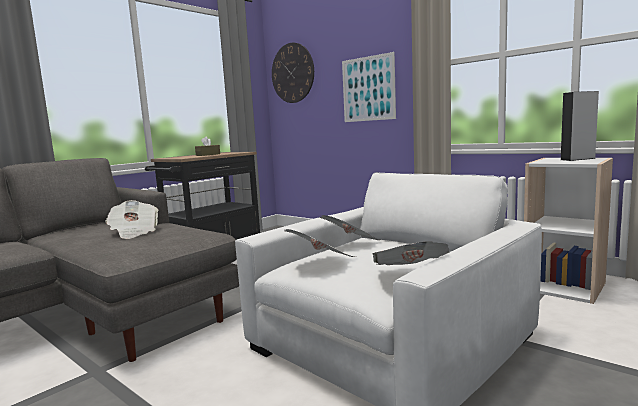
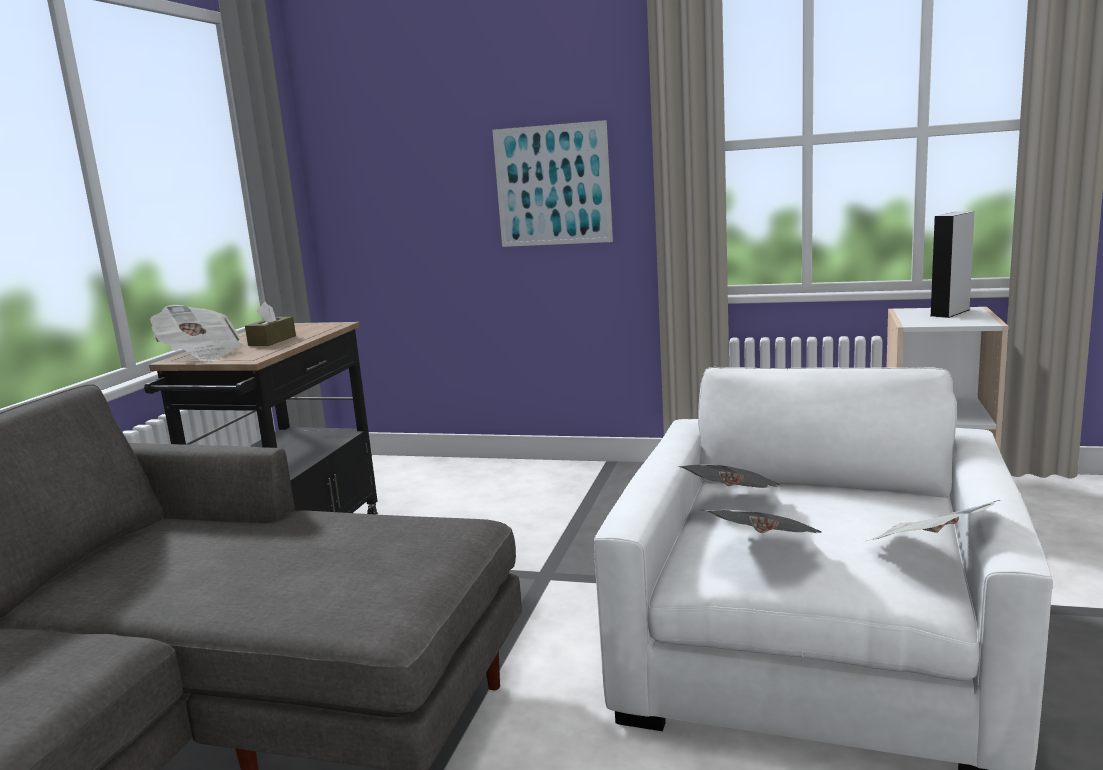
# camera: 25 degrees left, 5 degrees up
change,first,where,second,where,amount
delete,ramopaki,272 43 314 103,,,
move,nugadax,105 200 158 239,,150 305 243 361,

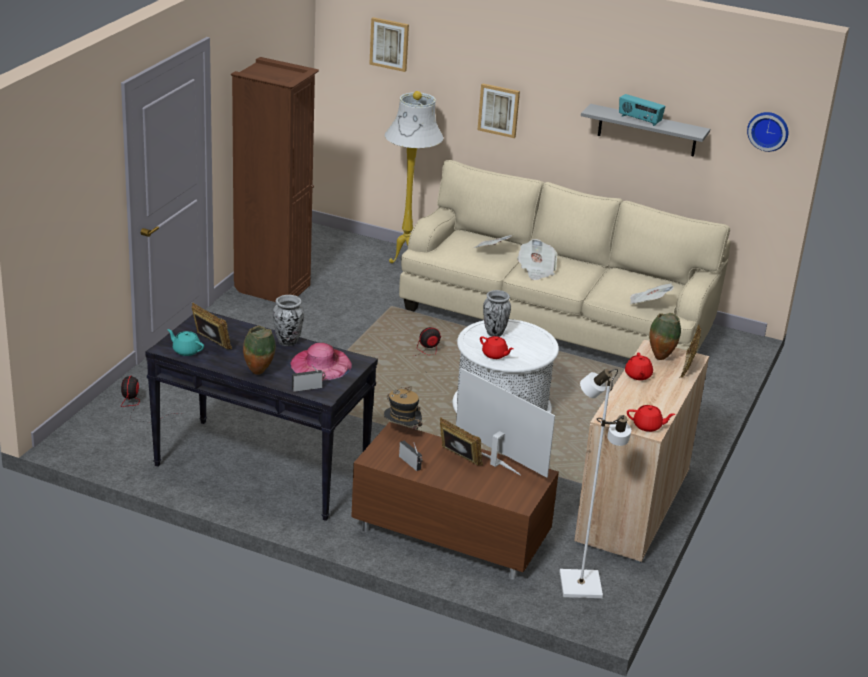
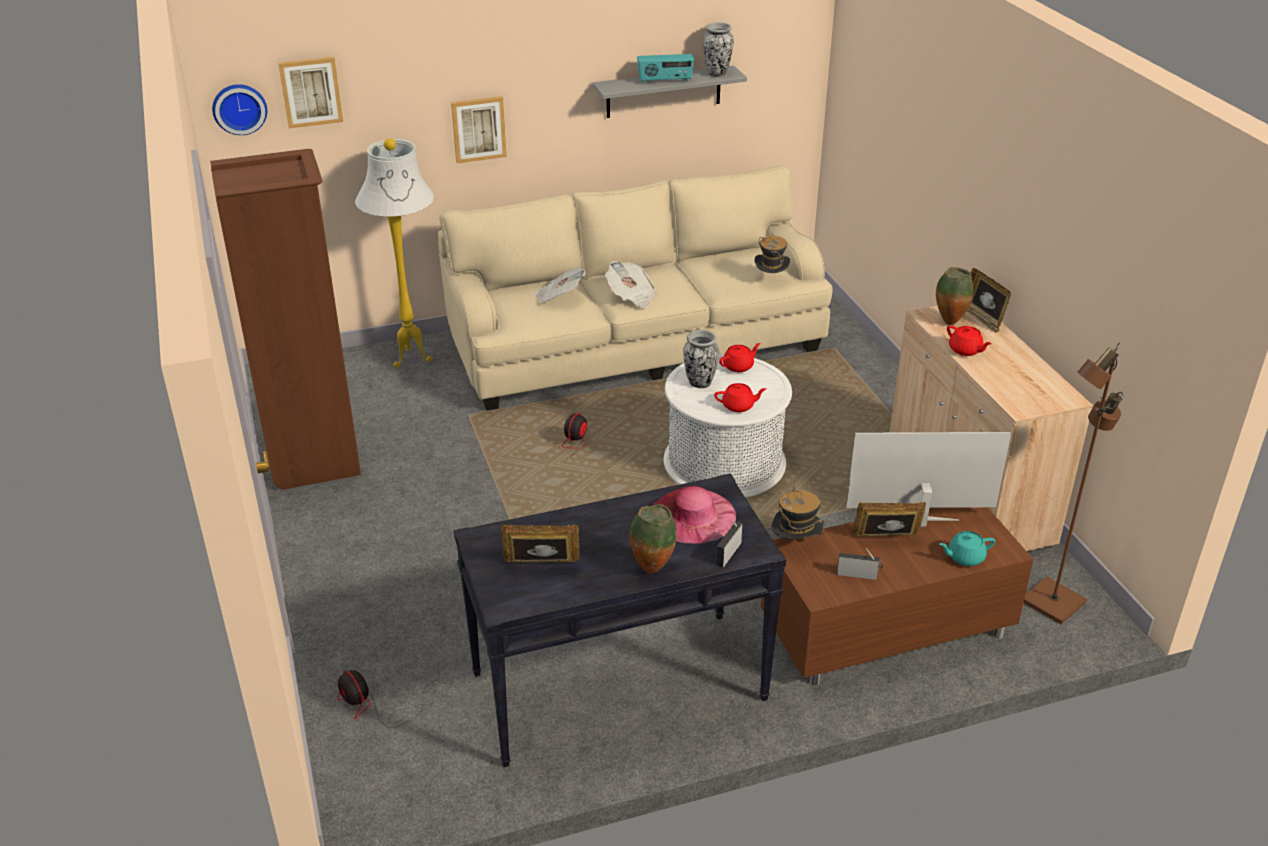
# camera: 40 degrees left, 5 degrees up
change,first,where,second,where,amount
move,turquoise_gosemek,167 329 204 356,,939 531 995 566,
move,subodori,273 295 304 346,,703 22 734 77,
move,red_gosemek,627 405 675 432,,719 343 761 372,
move,ramopaki,747 112 789 152,,212 84 267 135,
replace,nugadax,630 284 674 304,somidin,755 236 790 273,
recolor,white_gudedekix,560 369 631 598,brown_gudedekix,1024 342 1123 624,

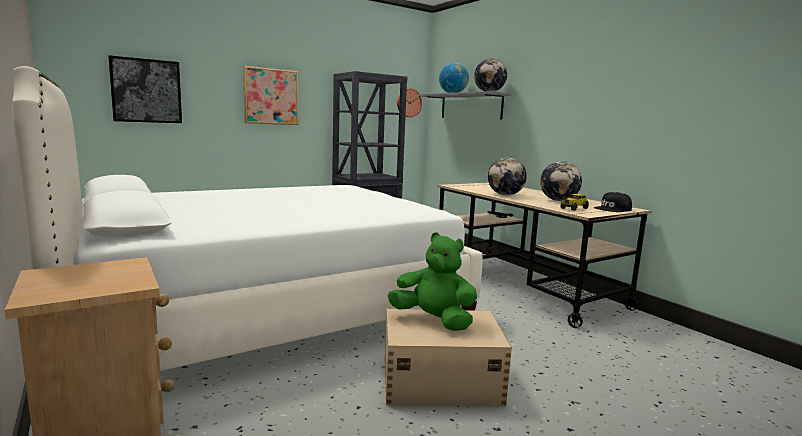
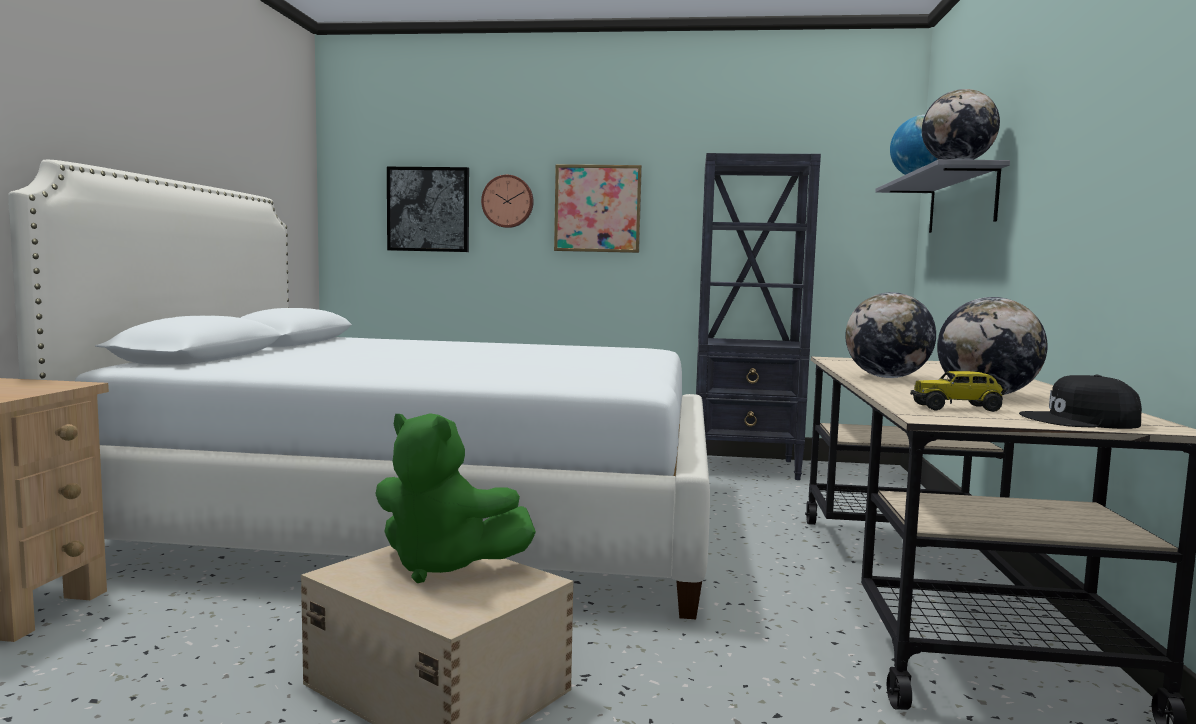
# camera: 40 degrees right, 5 degrees down
change,first,where,second,where,amount
move,ramopaki,397 89 422 117,,481 175 534 228,
rotate,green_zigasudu,388 232 477 331,,375 413 536 583,135 degrees clockwise

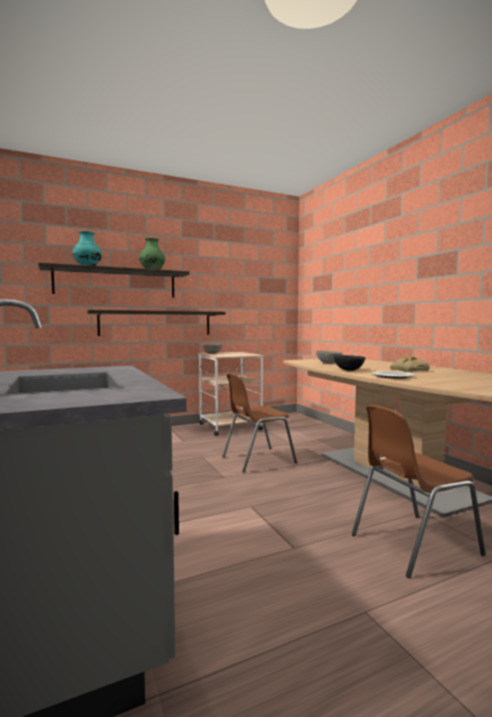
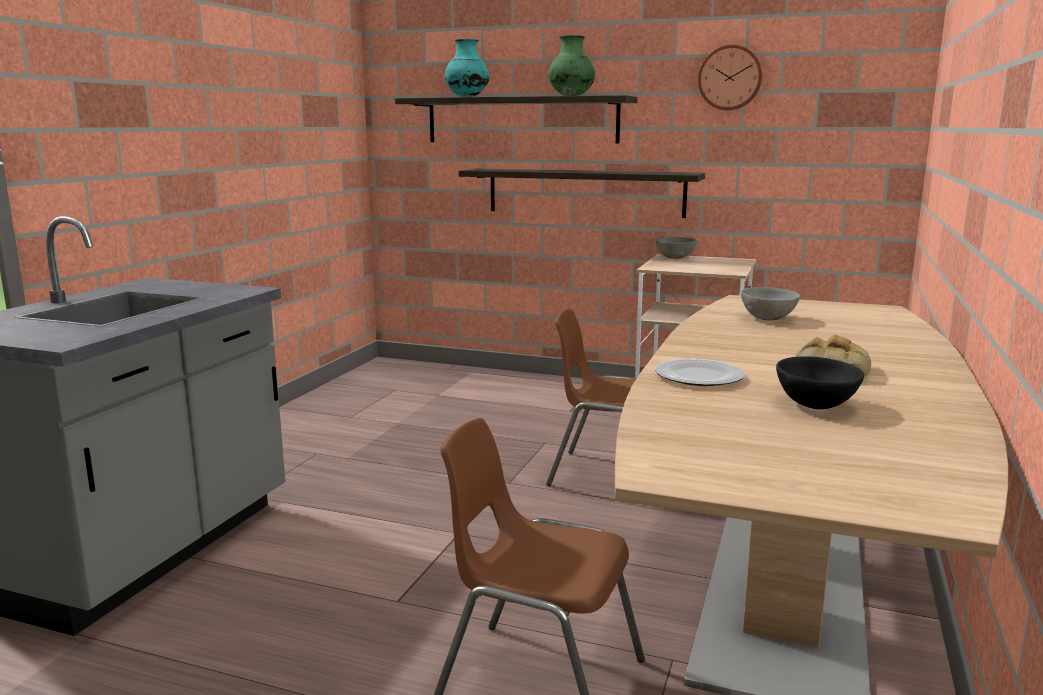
# camera: 45 degrees right, 10 degrees up
change,first,where,second,where,amount
insert,,,ramopaki,698 45 762 110,
move,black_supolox,334 355 365 371,,776 356 864 409,

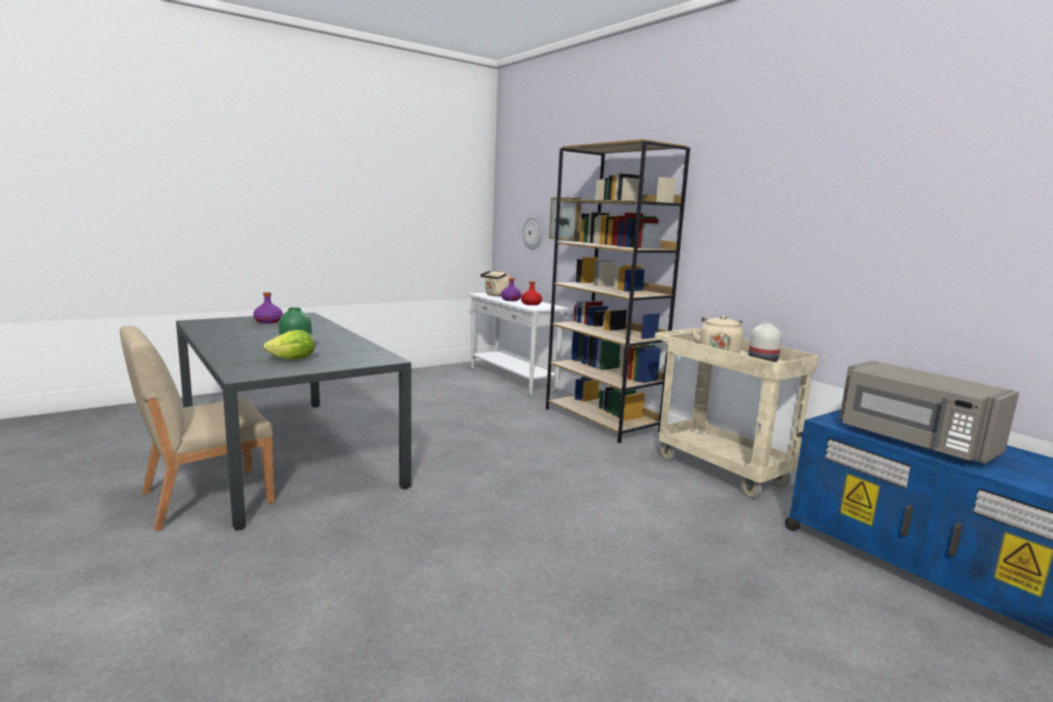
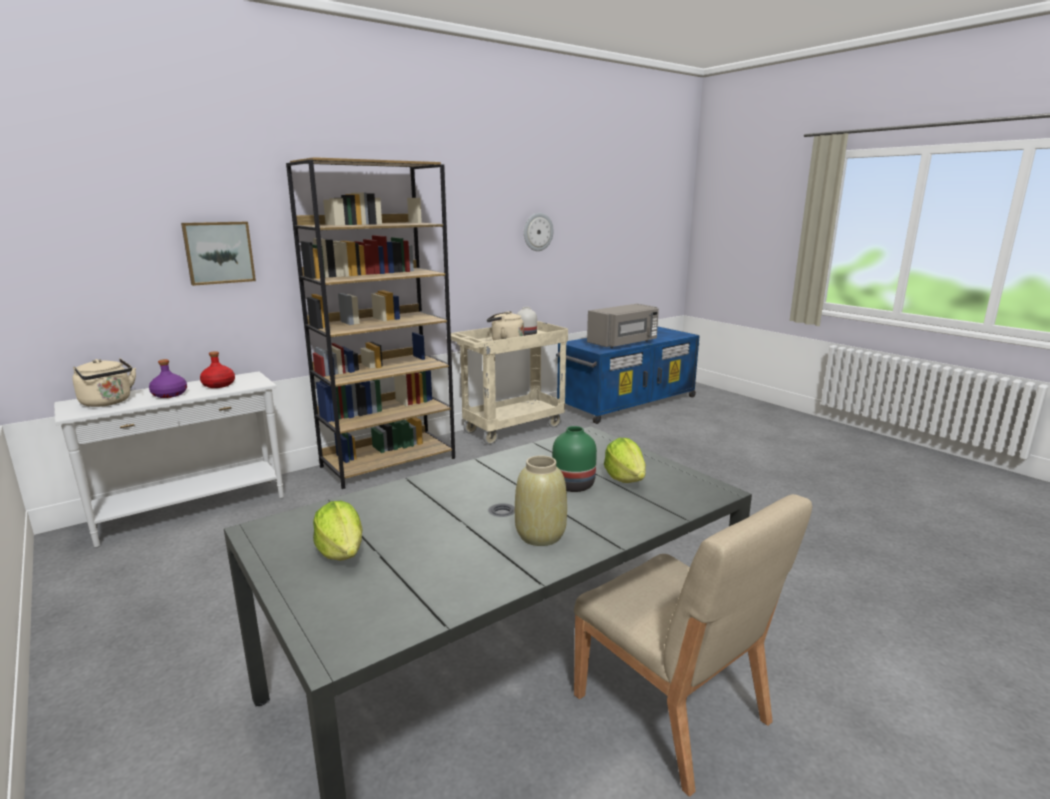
# camera: 90 degrees left, 5 degrees up
change,first,where,second,where,amount
insert,,,beige_subodori,515 456 567 546,
move,ramopaki,523 216 542 250,,524 213 554 251,
replace,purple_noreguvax,253 292 283 323,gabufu,313 501 363 561,

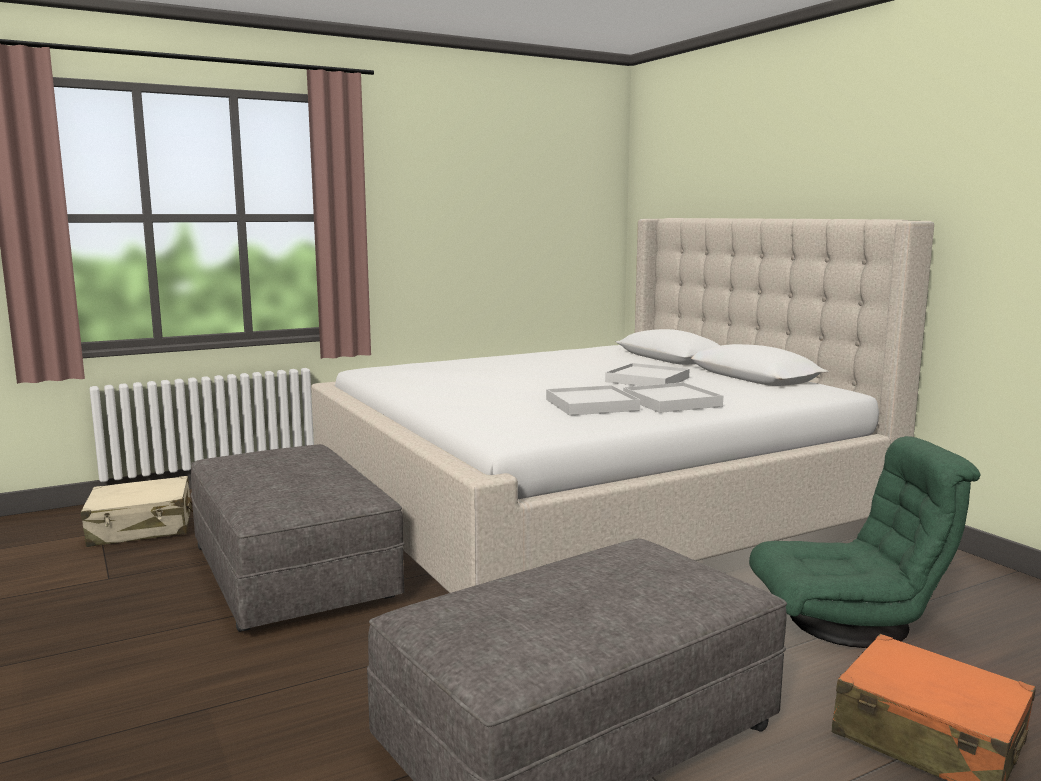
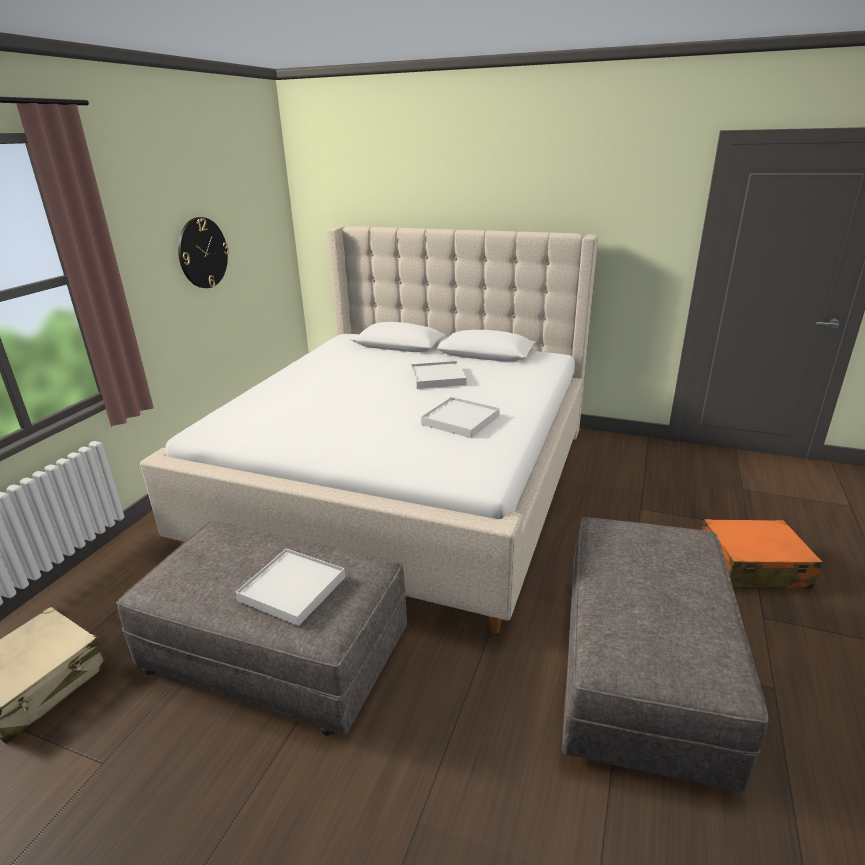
# camera: 40 degrees left, 15 degrees up
change,first,where,second,where,amount
delete,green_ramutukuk,749 436 981 648,,,
insert,,,ramopaki,178 217 229 288,
move,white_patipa,623 382 723 413,,236 548 345 626,

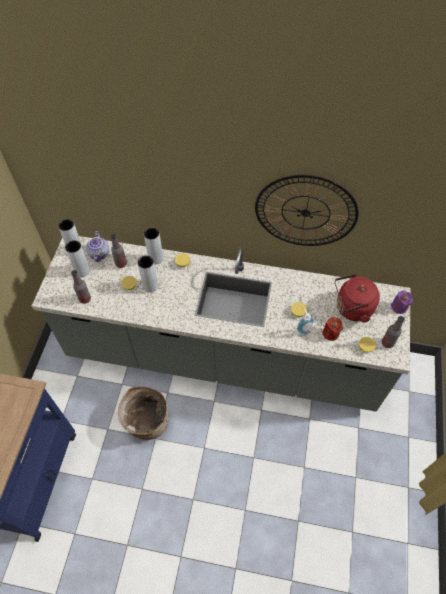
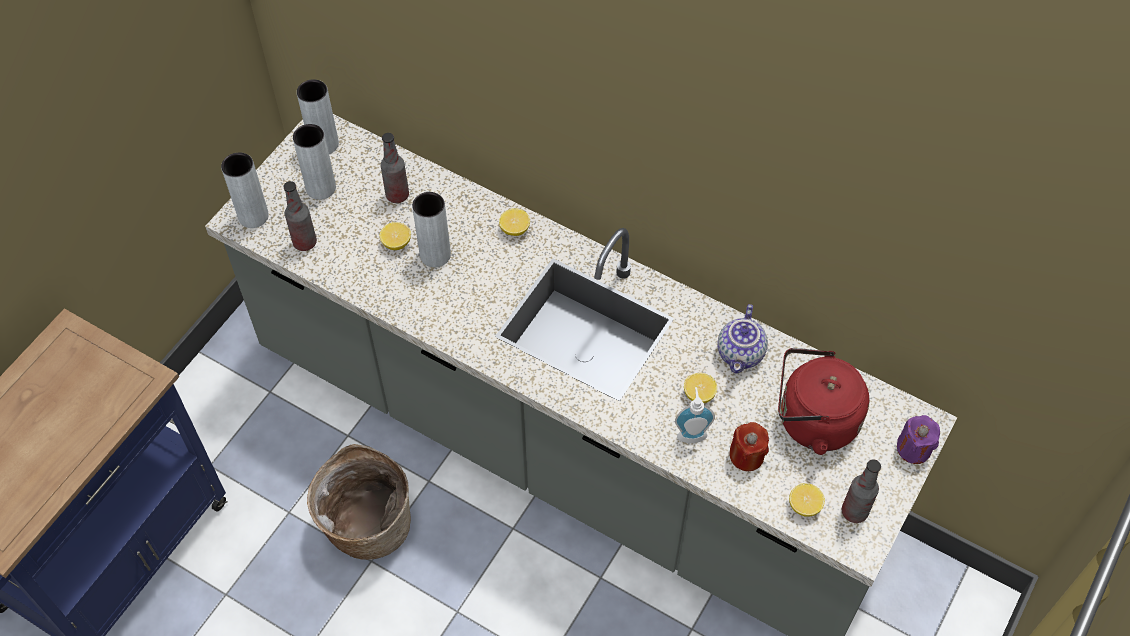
# camera: 20 degrees right, 0 degrees up
change,first,where,second,where,amount
delete,ramopaki,255 175 359 246,,,
move,gosemek,86 231 109 262,,717 304 768 374,
move,grey_subodori,144 228 163 265,,221 153 269 228,

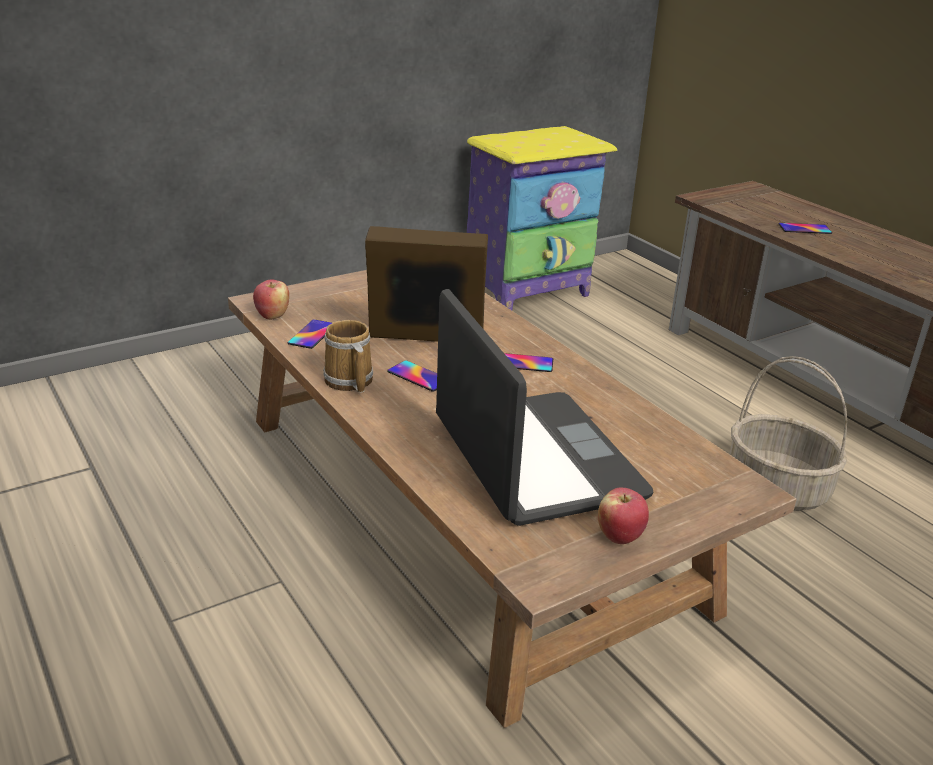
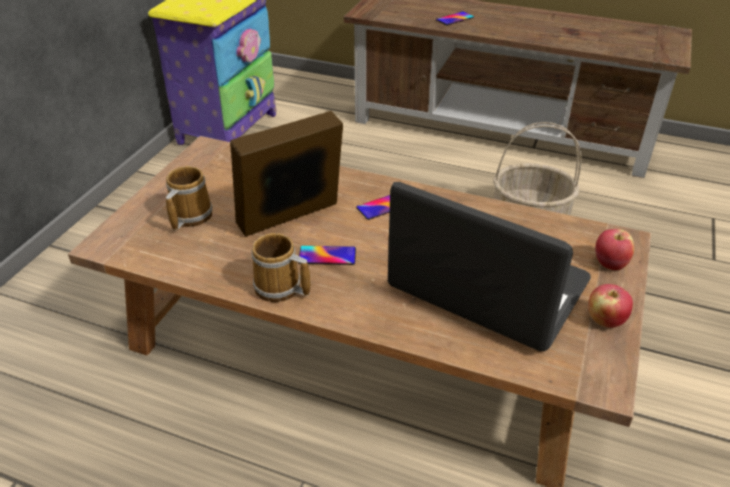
# camera: 35 degrees left, 10 degrees up
change,first,where,second,where,amount
delete,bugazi,288 319 332 349,,,
insert,,,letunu,166 166 212 230,
move,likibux,253 280 289 320,,595 229 634 270,

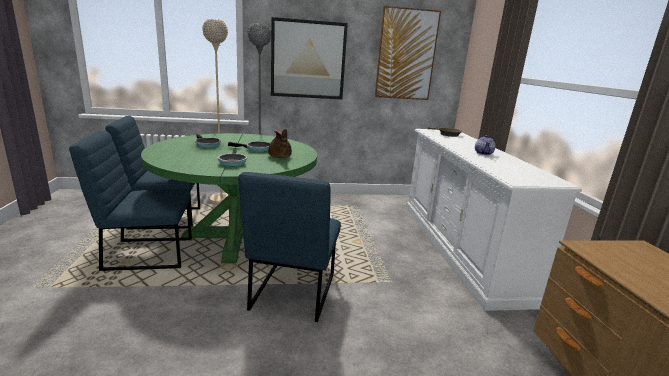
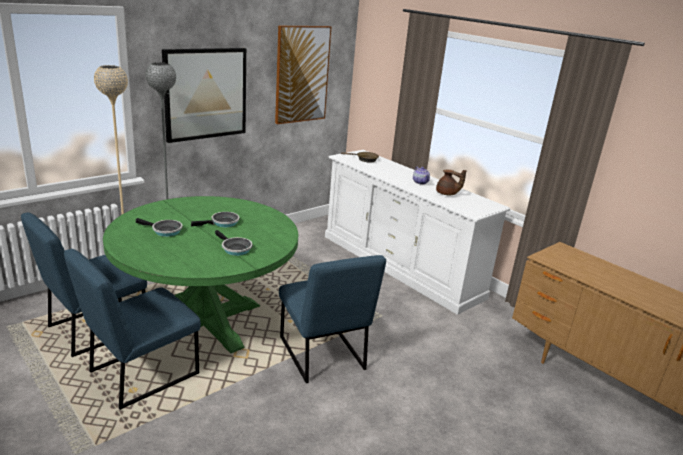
# camera: 35 degrees left, 5 degrees up
change,first,where,second,where,amount
move,brown_gosemek,268 129 292 158,,436 170 467 195,

